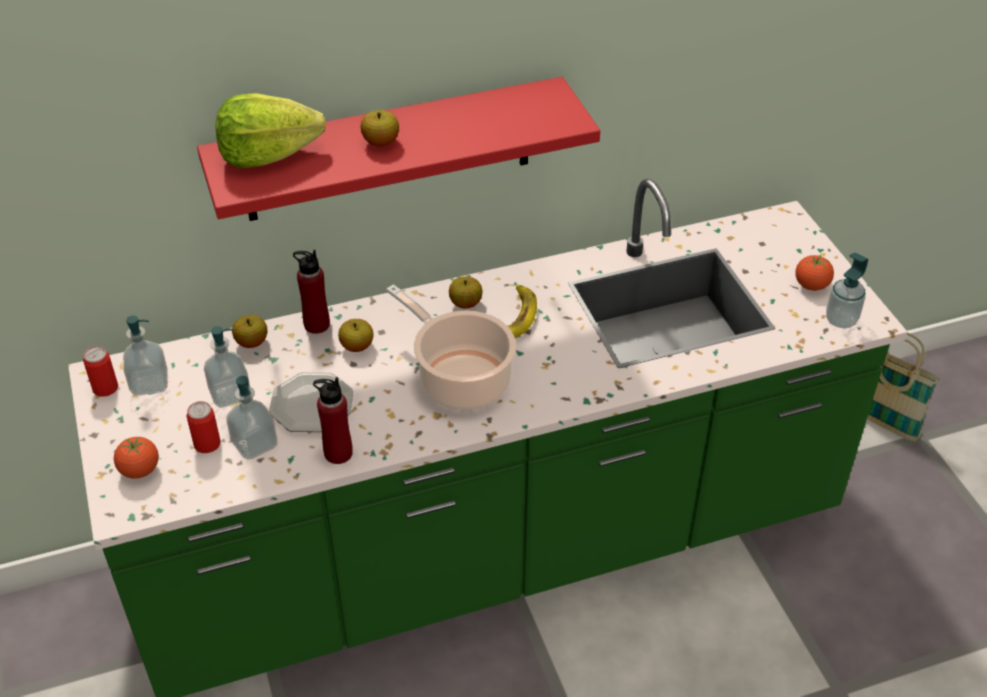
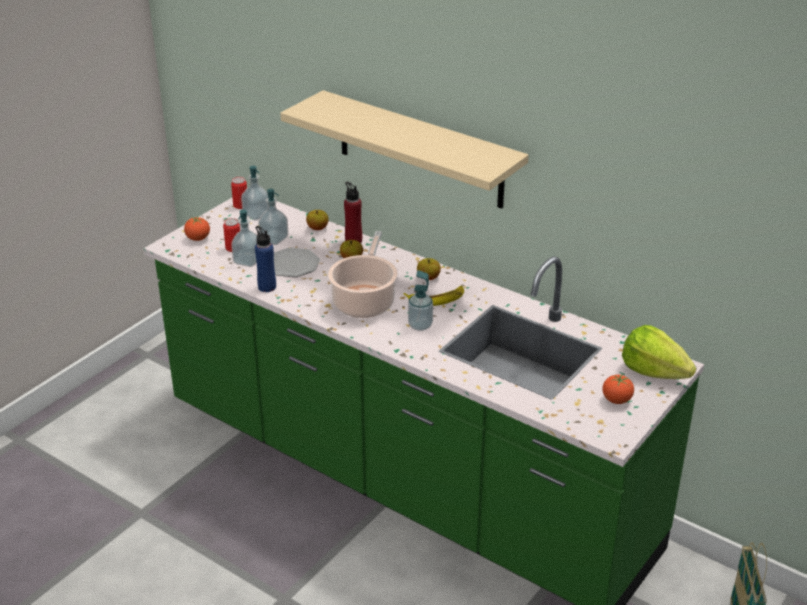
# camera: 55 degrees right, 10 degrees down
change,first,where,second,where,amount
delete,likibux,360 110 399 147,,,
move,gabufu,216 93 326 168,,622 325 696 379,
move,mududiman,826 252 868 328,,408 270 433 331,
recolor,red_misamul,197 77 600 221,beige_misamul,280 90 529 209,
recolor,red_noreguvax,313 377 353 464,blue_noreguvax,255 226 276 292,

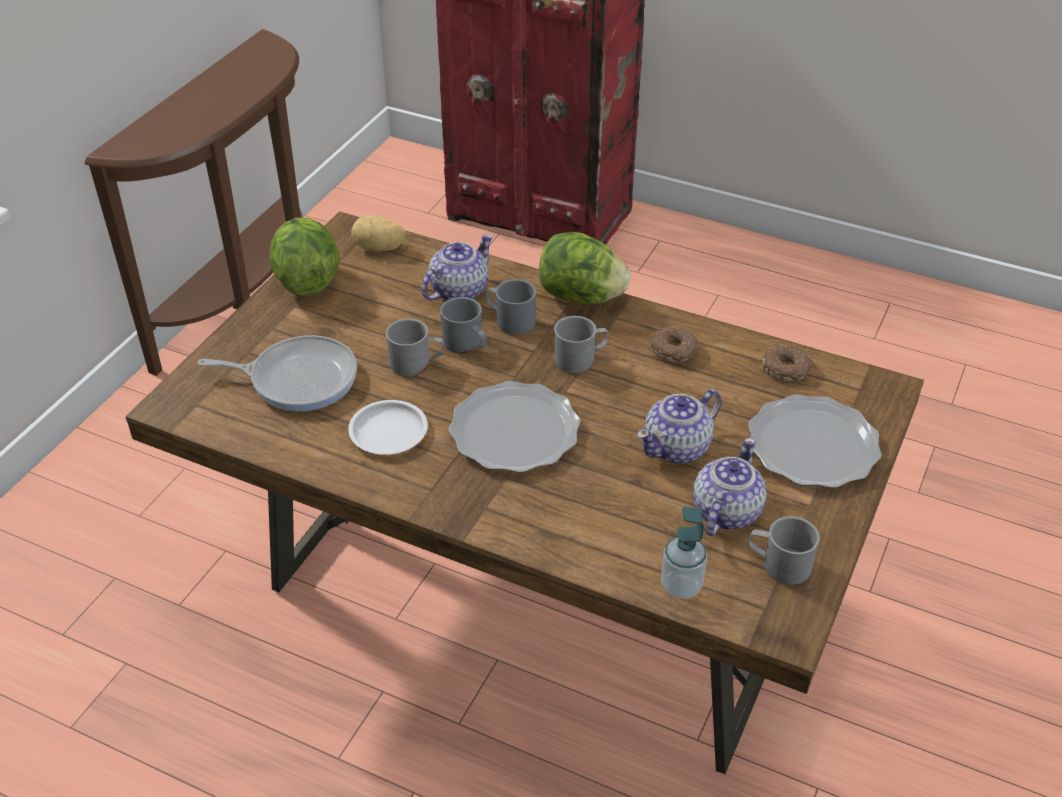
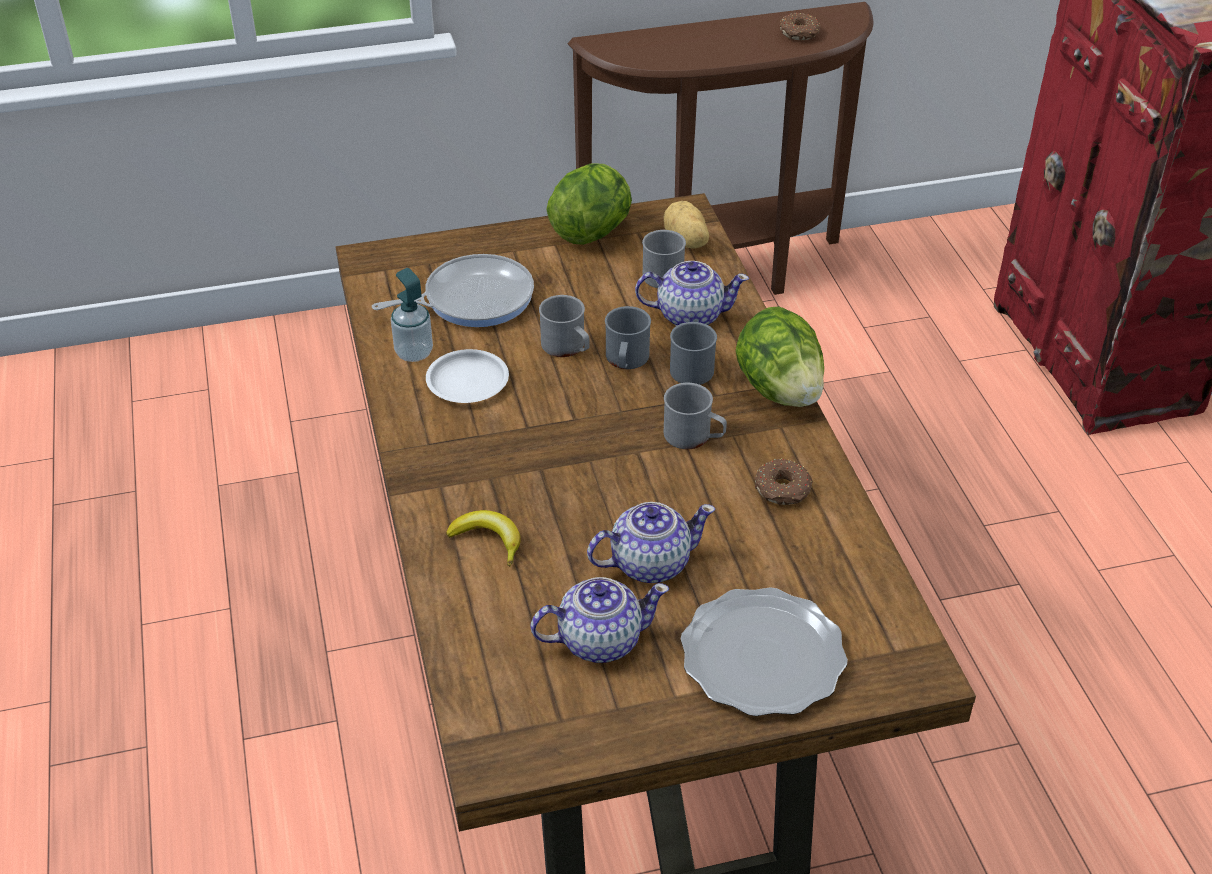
# camera: 50 degrees right, 0 degrees up
change,first,where,second,where,amount
delete,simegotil,449 381 581 473,,,
insert,,,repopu,446 510 521 567,
move,mududiman,661 507 707 599,,391 268 433 362,
move,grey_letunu,749 516 820 585,,642 230 686 288,
move,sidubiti,763 345 814 381,,780 13 820 41,
rotate,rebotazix,198 335 357 411,,372 254 534 327,75 degrees counterclockwise
rotate,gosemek,637 389 721 464,,587 502 715 583,150 degrees clockwise

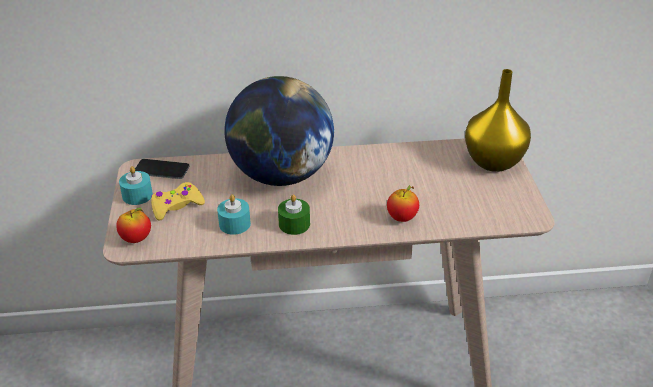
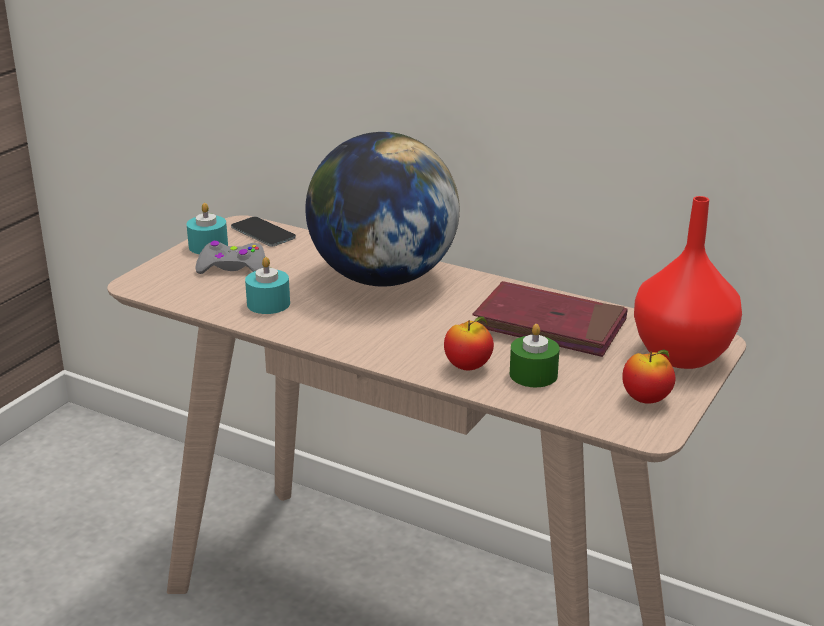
# camera: 35 degrees right, 10 degrees down
change,first,where,second,where,amount
insert,,,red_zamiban,472 281 628 357,
move,likibux,116 207 151 243,,622 350 675 404,
move,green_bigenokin,278 194 310 235,,510 324 559 387,
recolor,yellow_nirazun,151 182 205 221,grey_nirazun,196 241 265 274,
recolor,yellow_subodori,465 69 531 172,red_subodori,634 196 742 369,

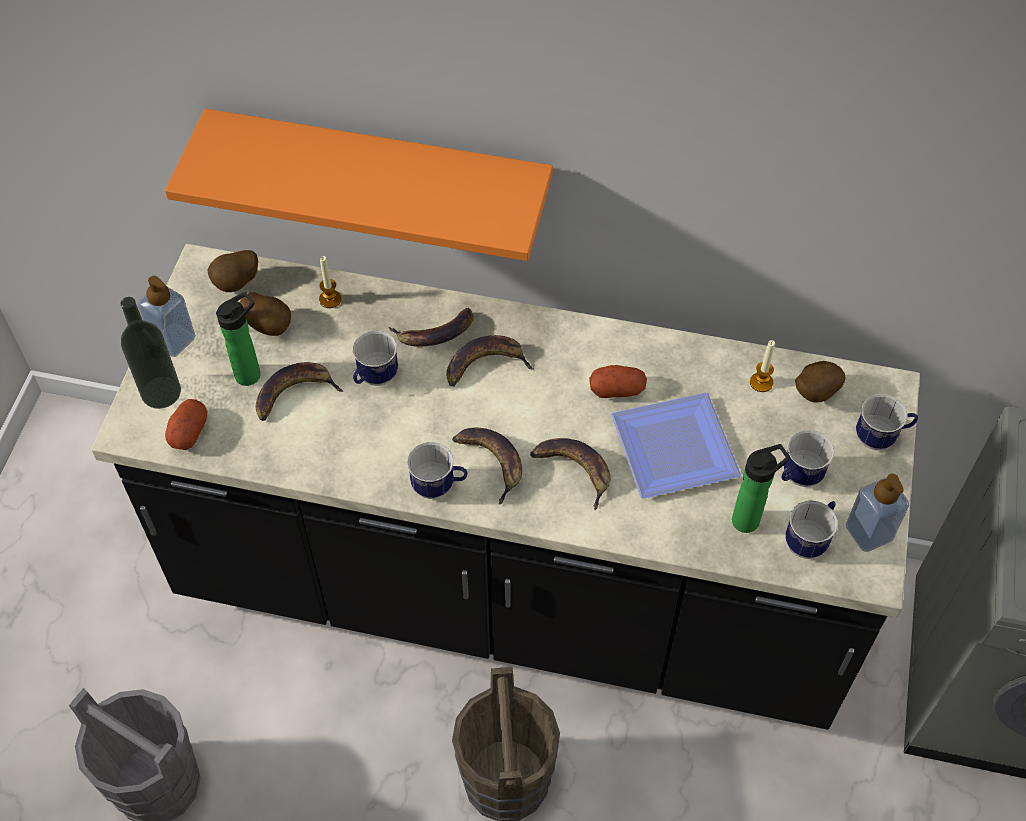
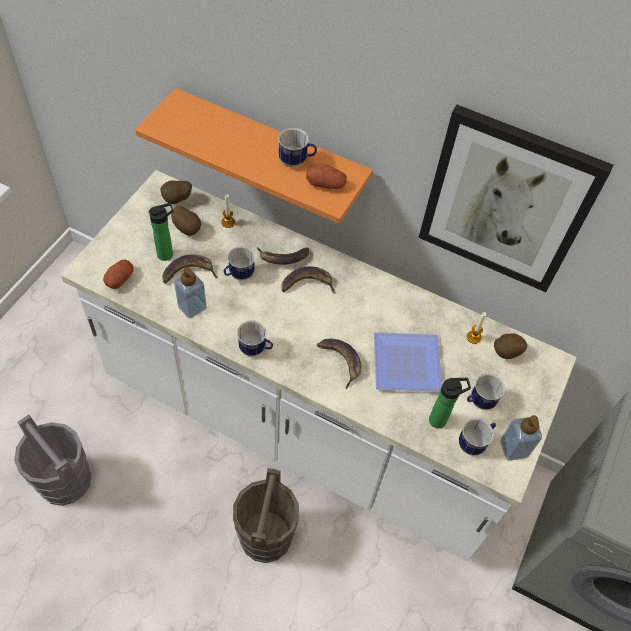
# camera: 10 degrees right, 0 degrees up
change,first,where,second,where,amount
delete,noreguvax,121 297 181 409,,,
delete,repopu,452 428 522 505,,,
insert,,,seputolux,419 105 613 292,
move,mududiman,138 276 196 357,,174 267 207 318,
move,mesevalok,589 365 647 398,,306 164 347 189,
move,letunu,856 394 918 450,,278 128 317 168,
recolor,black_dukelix,91 244 920 730,white_dukelix,61 170 577 562,

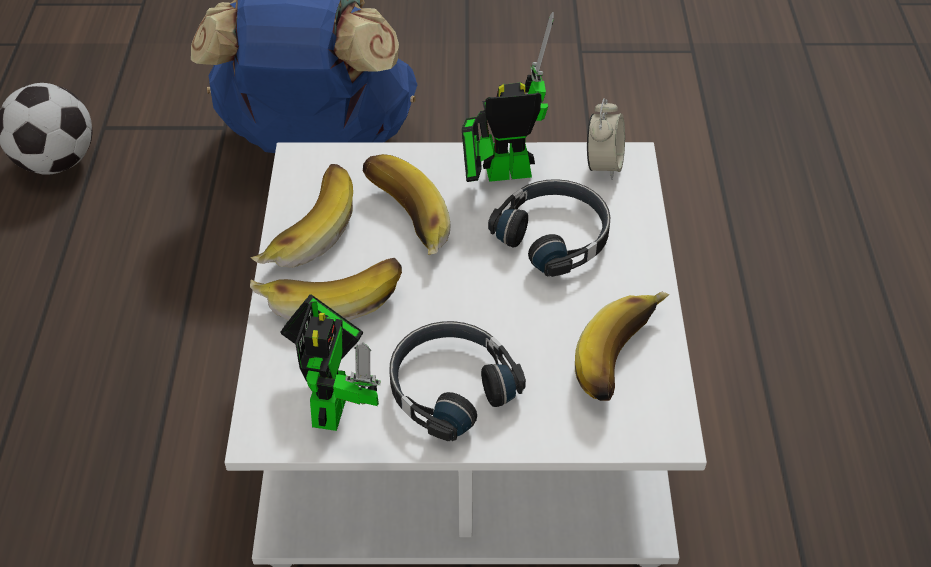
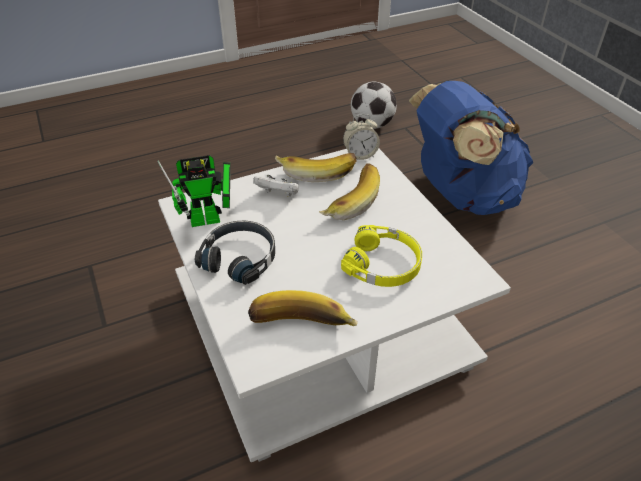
# camera: 65 degrees right, 5 degrees down
change,first,where,second,where,amount
delete,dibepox,462 12 554 182,,,
move,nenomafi,587 98 625 180,,343 114 380 160,
replace,repopu,250 258 402 321,white_nirazun,253 175 299 197,
recolor,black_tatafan,488 179 610 277,yellow_tatafan,341 225 422 287,

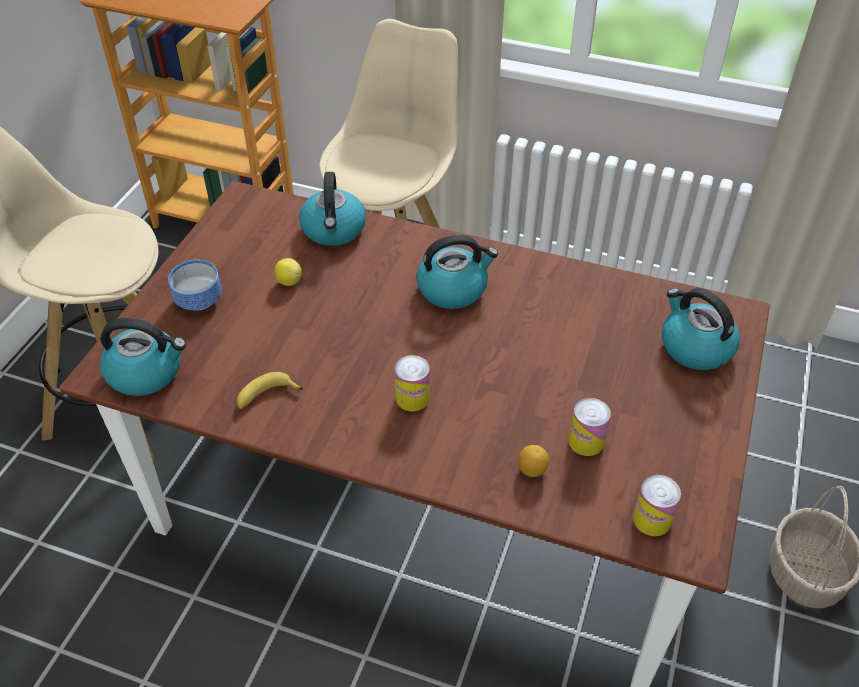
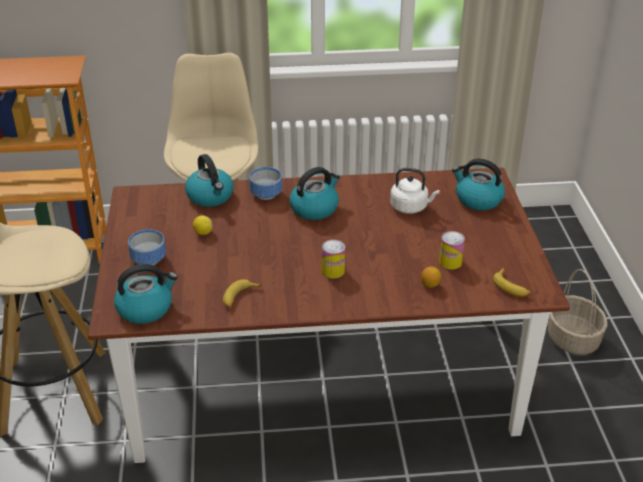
# camera: 25 degrees left, 10 degrees down
change,first,where,second,where,amount
insert,,,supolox,249 167 282 200,
insert,,,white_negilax,390 168 439 214,
replace,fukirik,633 475 681 536,repopu,493 268 531 297,

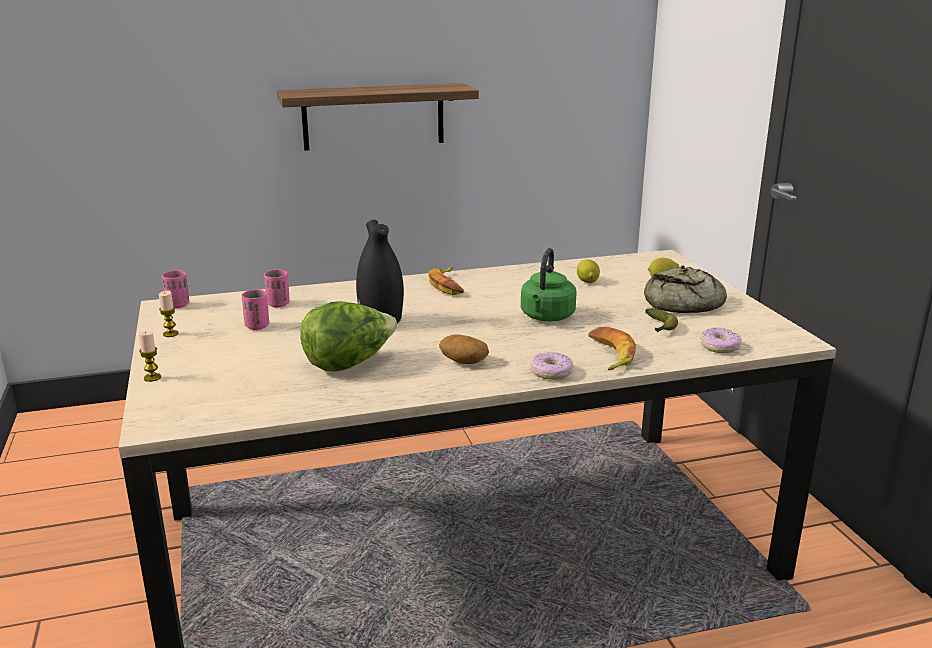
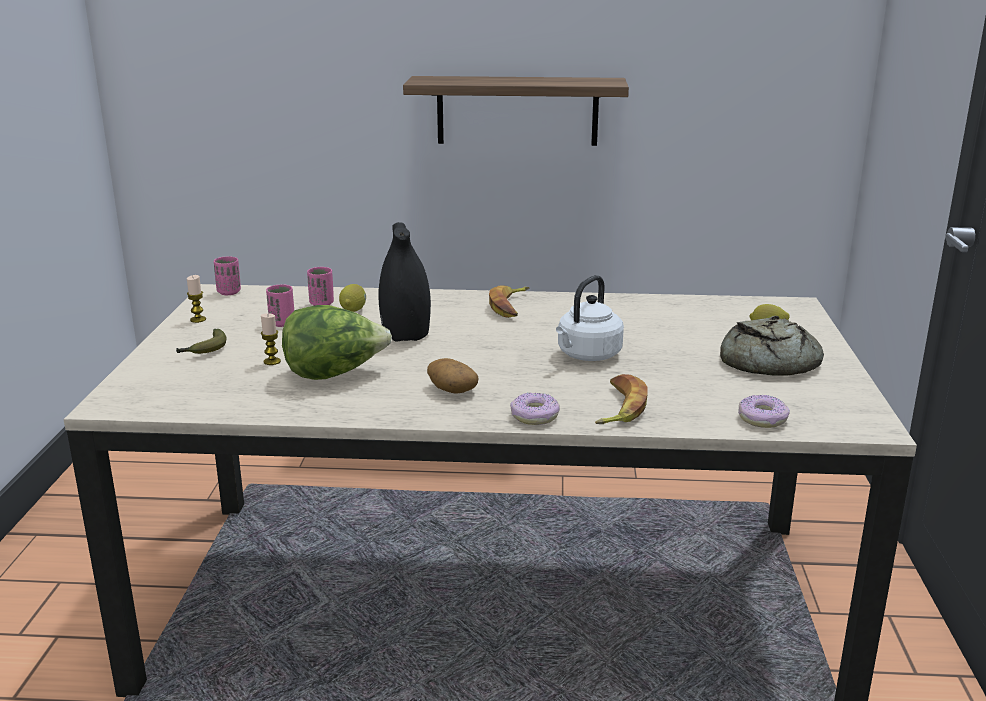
# camera: 20 degrees right, 0 degrees up
change,first,where,second,where,amount
move,bigenokin,138 331 161 382,,261 313 281 365,
move,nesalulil,577 259 600 283,,339 284 366 312,
move,repopu,645 308 678 332,,176 329 227 354,
recolor,green_negilax,521 248 577 321,white_negilax,556 275 624 361,

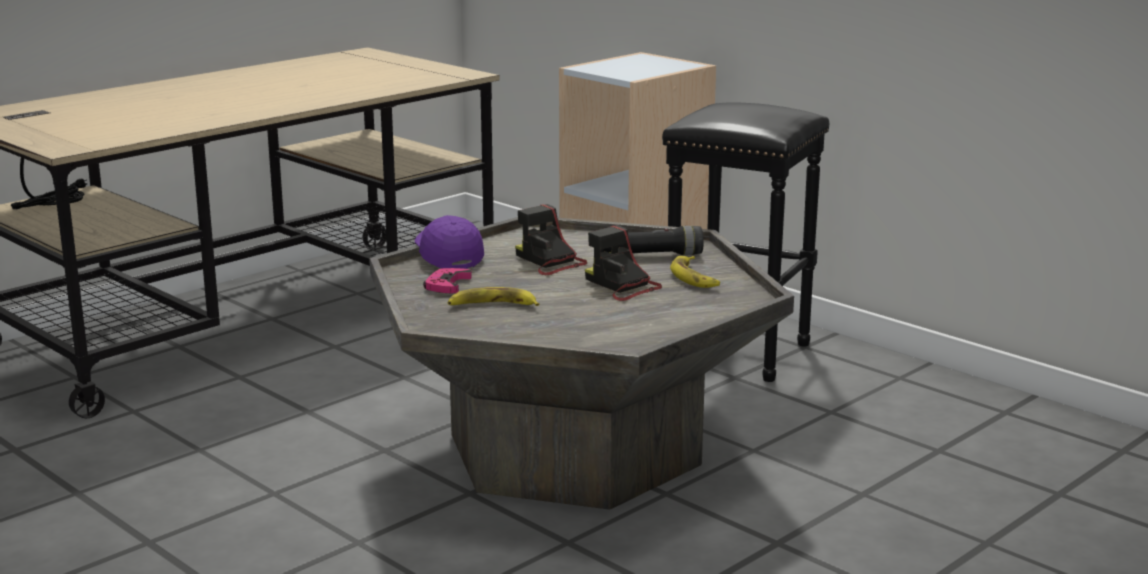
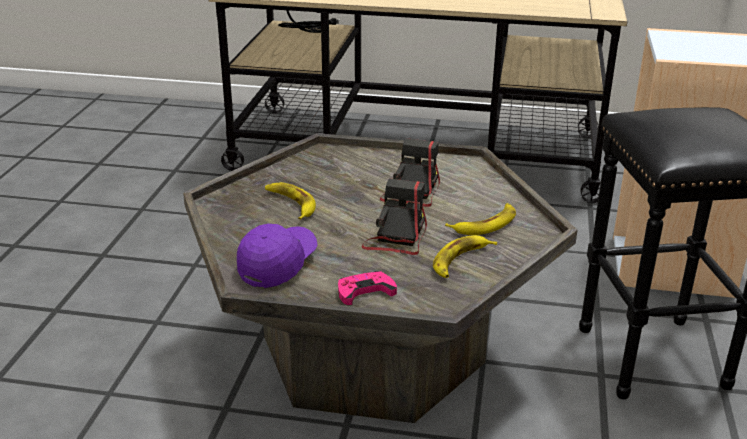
# camera: 55 degrees right, 10 degrees up
change,first,where,second,where,amount
move,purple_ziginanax,415 215 484 269,,237 224 318 288,
move,pink_nirazun,423 268 472 293,,338 271 397 305,
replace,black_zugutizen,601 226 704 255,repopu,445 203 516 235,

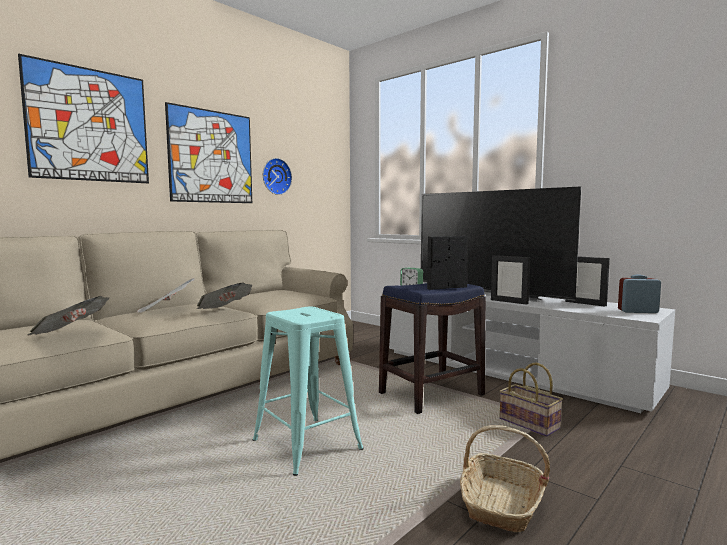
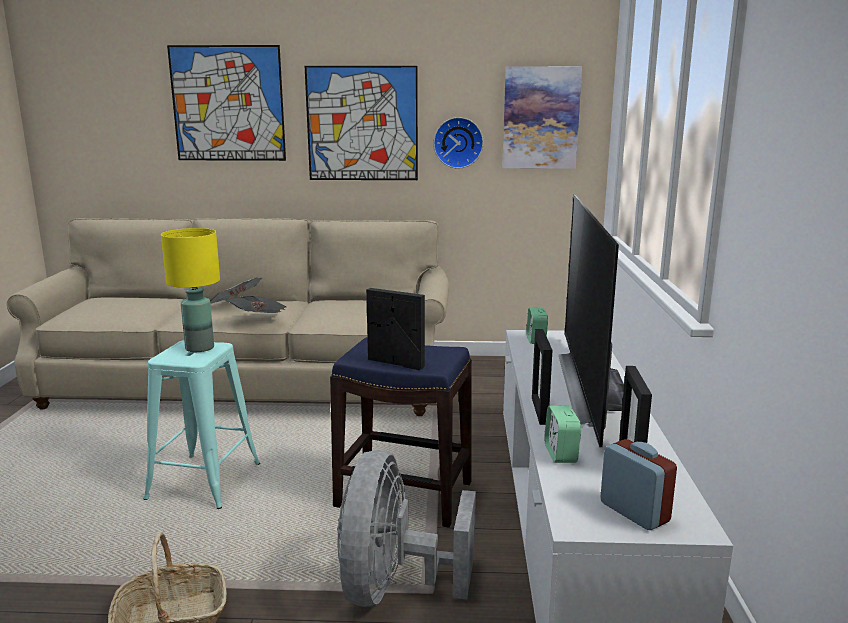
# camera: 50 degrees right, 10 degrees up
change,first,where,second,where,amount
delete,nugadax,27 296 109 335,,,
insert,,,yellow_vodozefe,161 228 220 352,
insert,,,seputolux,502 66 582 169,
insert,,,nenomafi,544 405 581 463,
replace,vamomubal,500 362 563 437,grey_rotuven,337 450 476 607,

